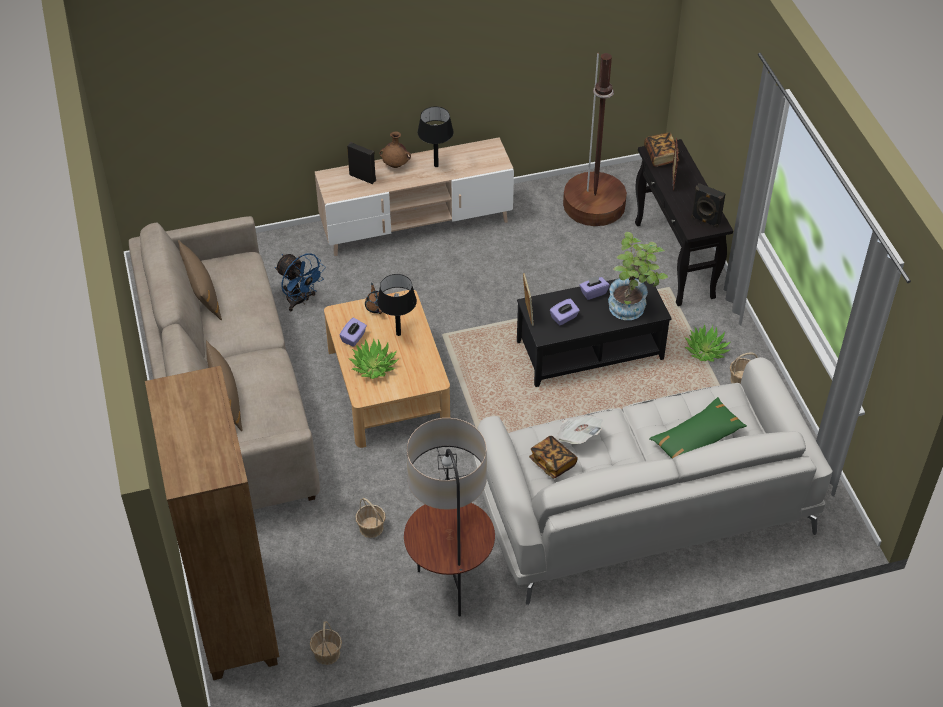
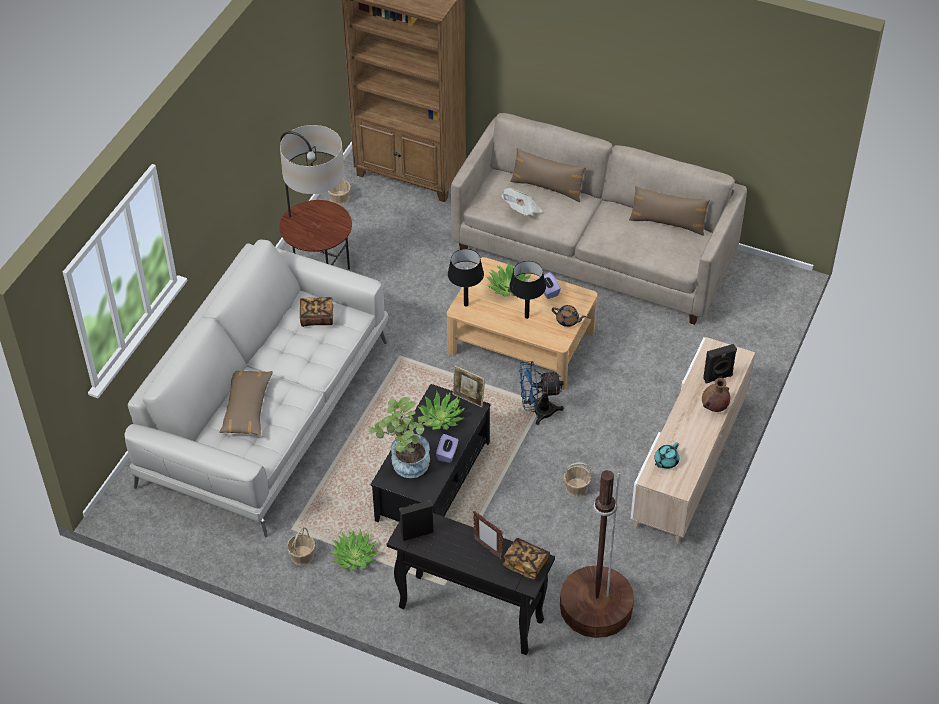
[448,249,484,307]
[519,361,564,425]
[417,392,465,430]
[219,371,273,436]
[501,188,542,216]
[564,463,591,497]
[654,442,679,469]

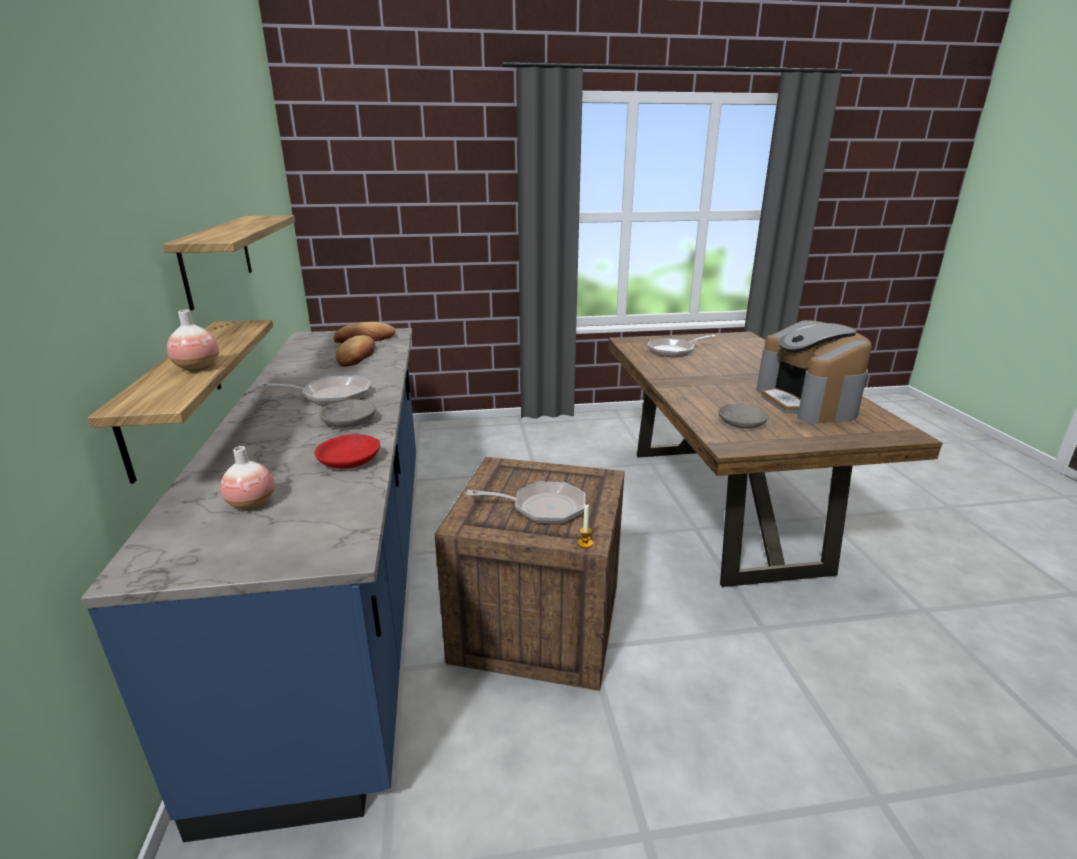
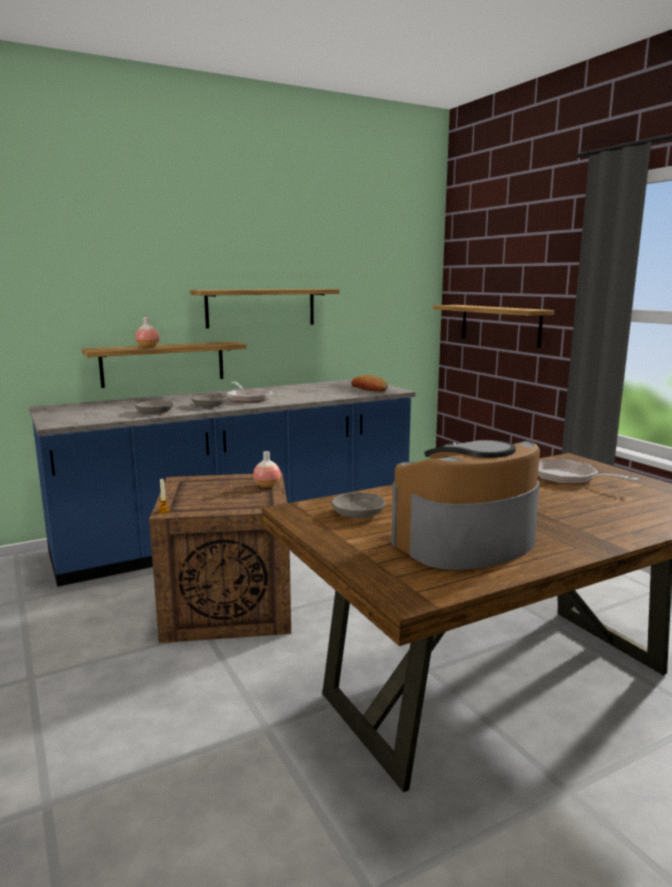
[336,335,375,366] (first image)
[135,400,174,414]
[253,451,281,488]
[466,482,586,525] (first image)
[433,305,554,348]

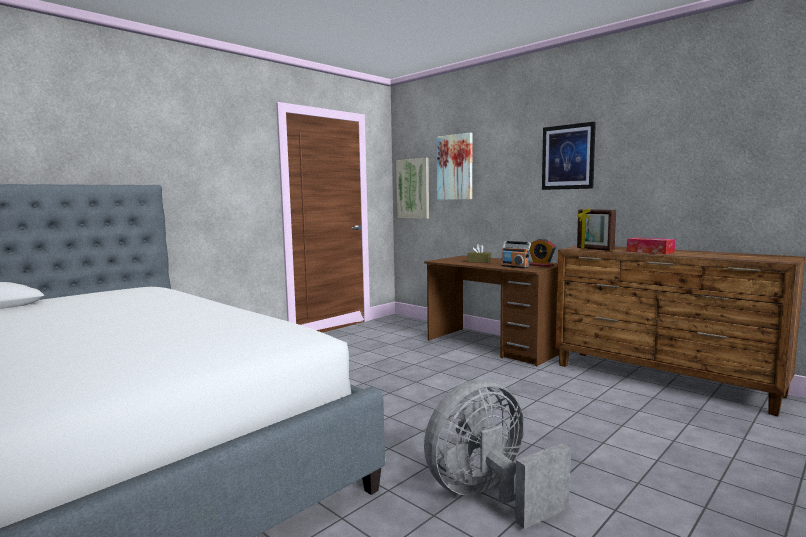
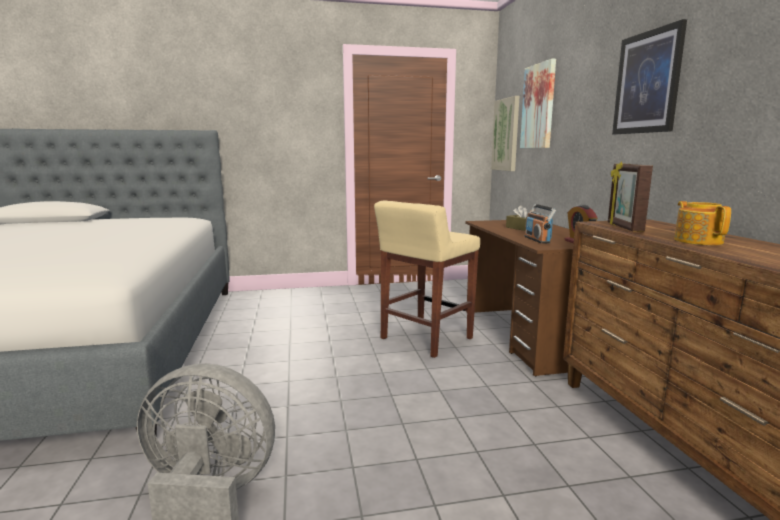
[674,201,731,245]
[374,200,480,358]

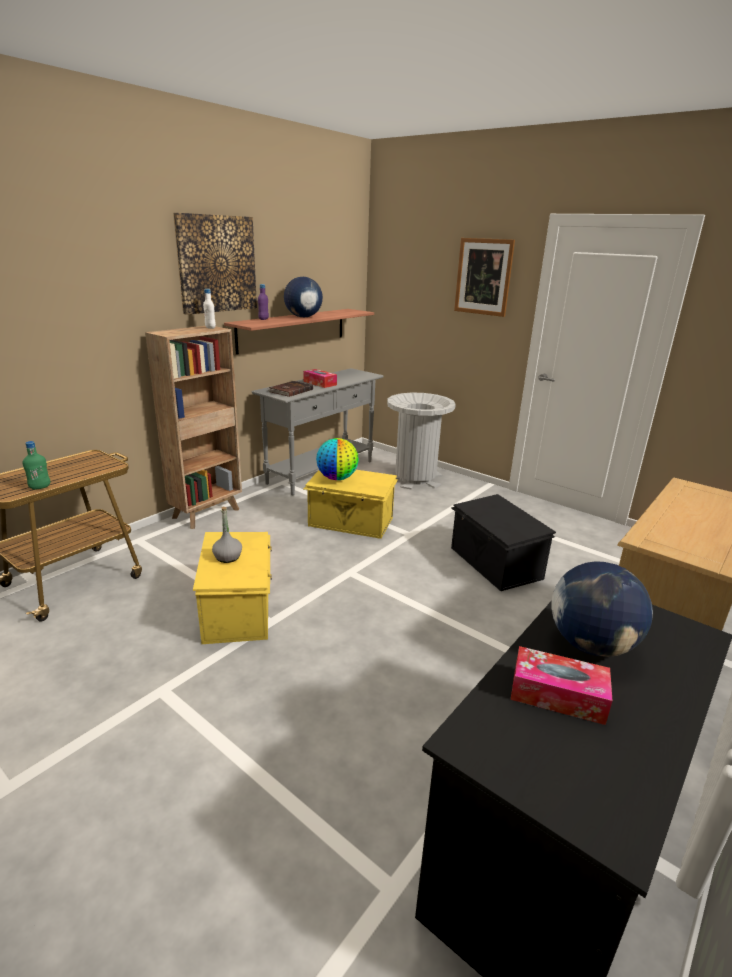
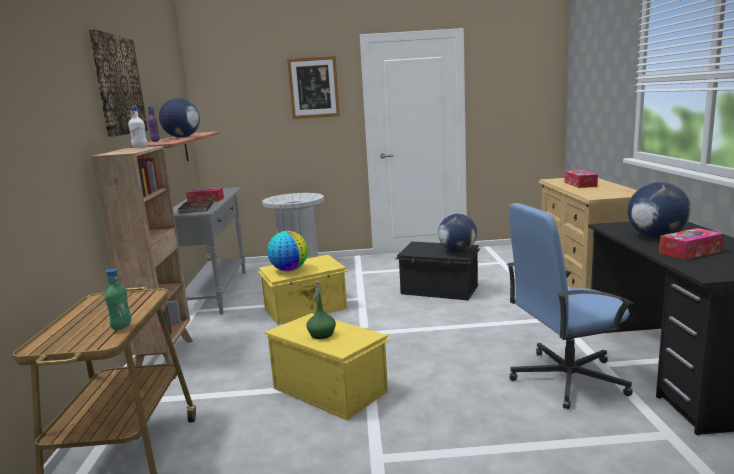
[306,281,336,339]
[564,170,598,188]
[507,203,633,409]
[438,214,477,252]

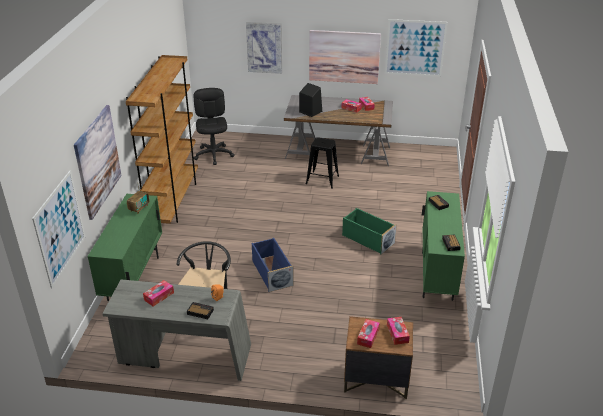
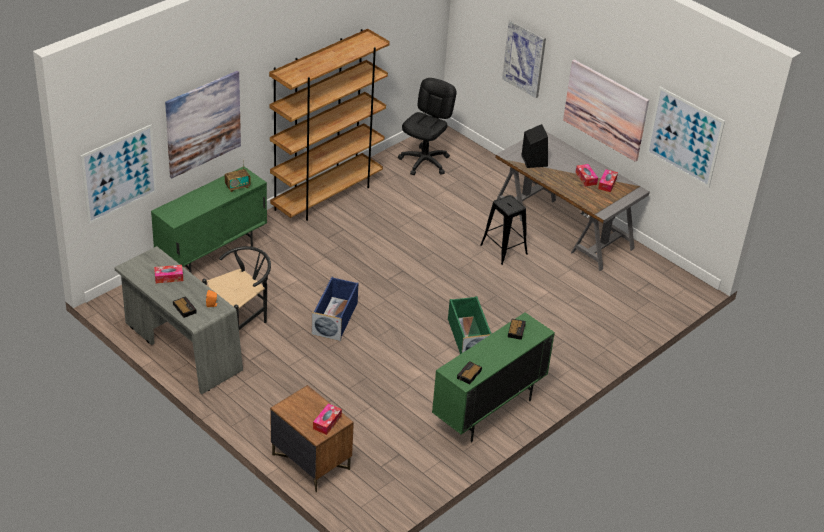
[357,319,380,348] (first image)

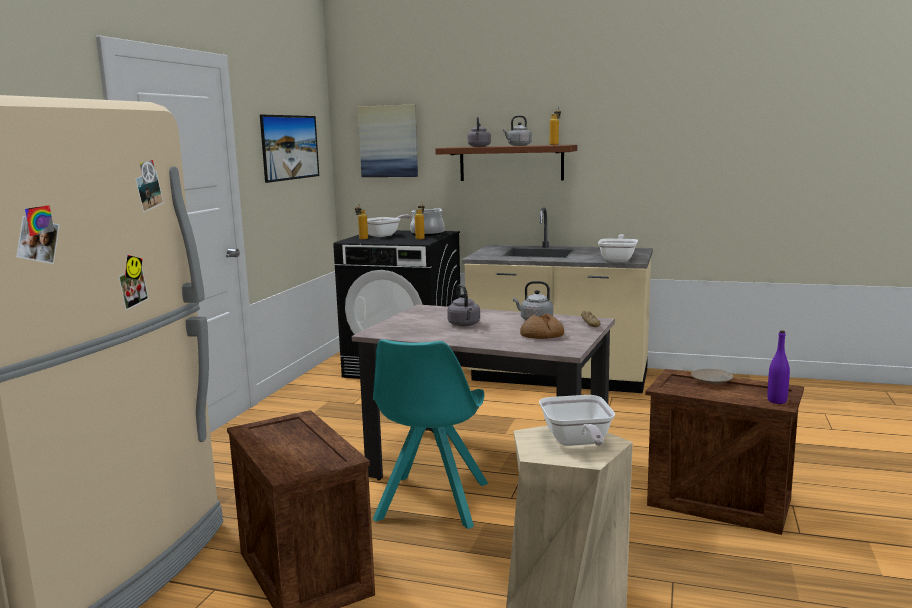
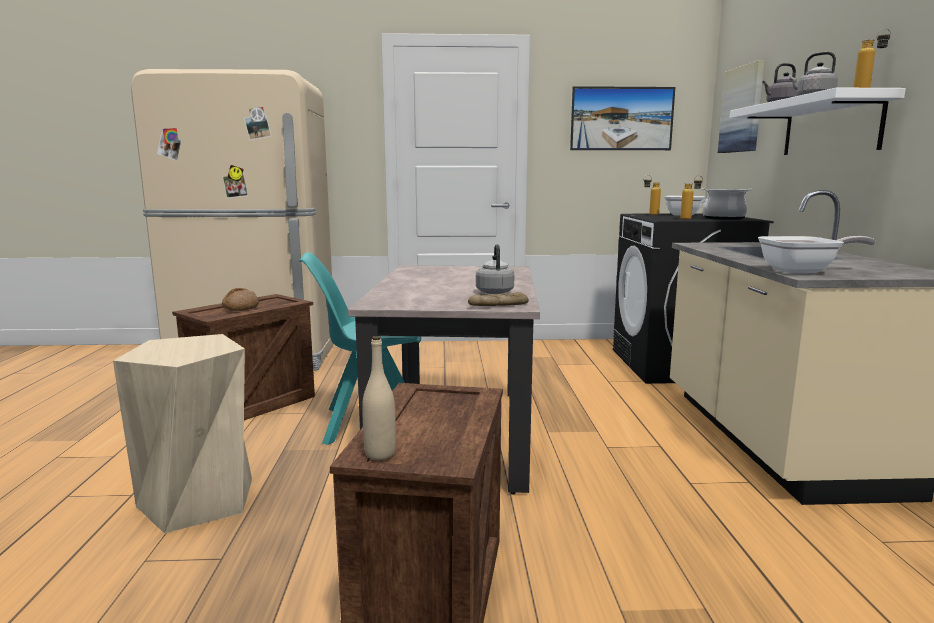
[730,87,906,155]
[447,284,480,327] (first image)
[222,288,259,311]
[362,336,396,460]
[691,369,733,384] (first image)
[539,395,615,446] (first image)

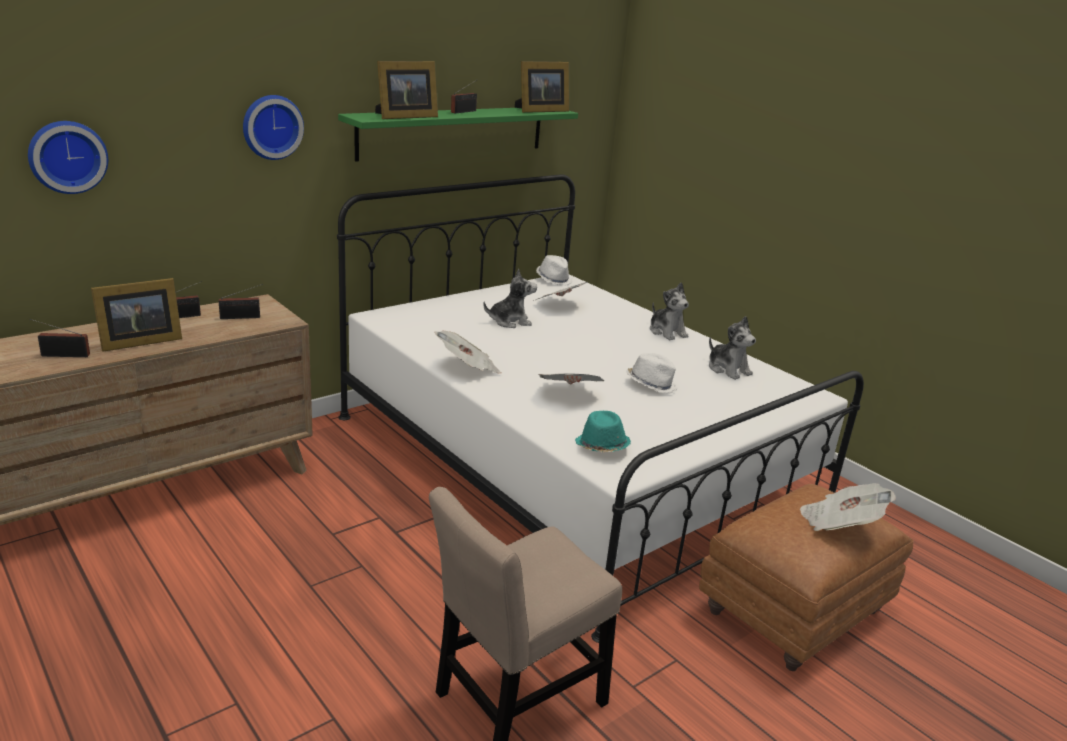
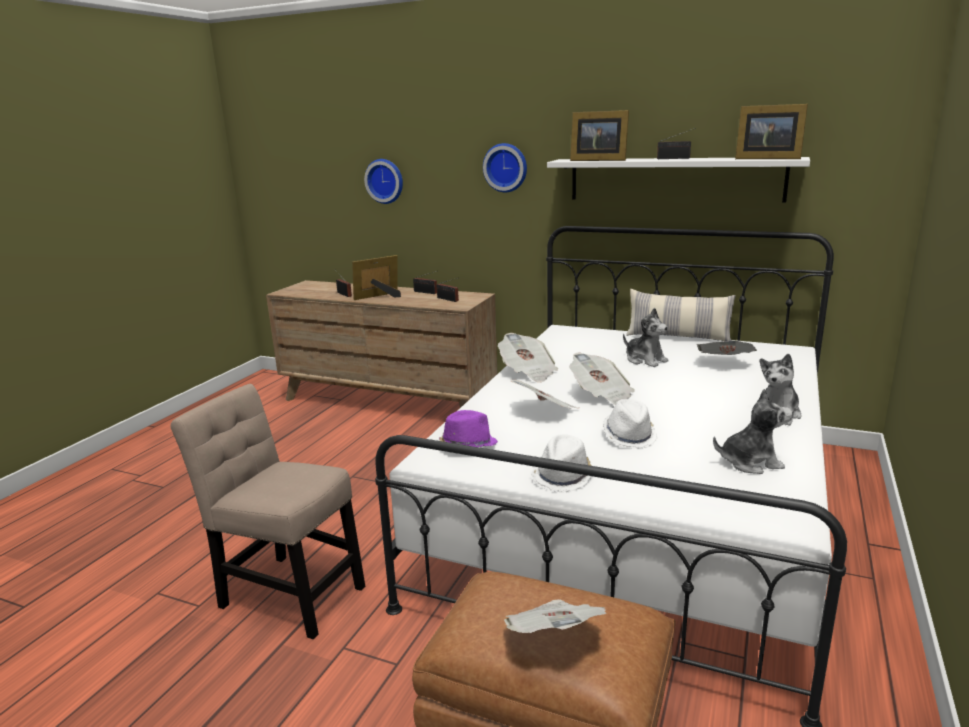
[547,157,810,202]
[531,434,592,493]
[352,255,401,300]
[713,389,793,474]
[439,410,498,447]
[626,289,735,341]
[569,353,634,405]

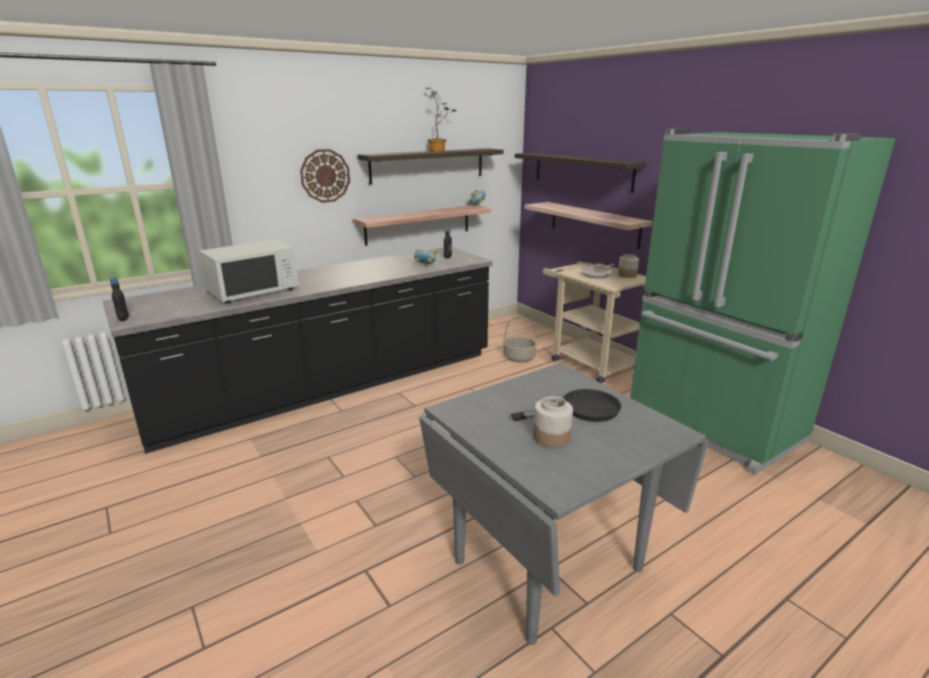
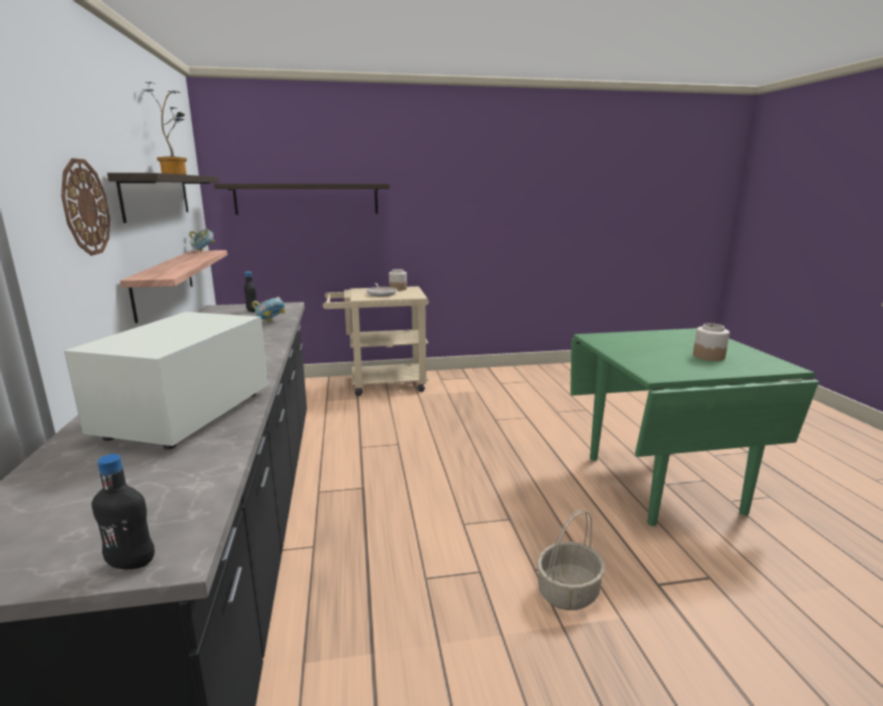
[630,128,896,475] (first image)
[524,202,652,249] (first image)
[64,312,268,449]
[537,509,605,610]
[570,328,819,526]
[511,389,622,422] (first image)

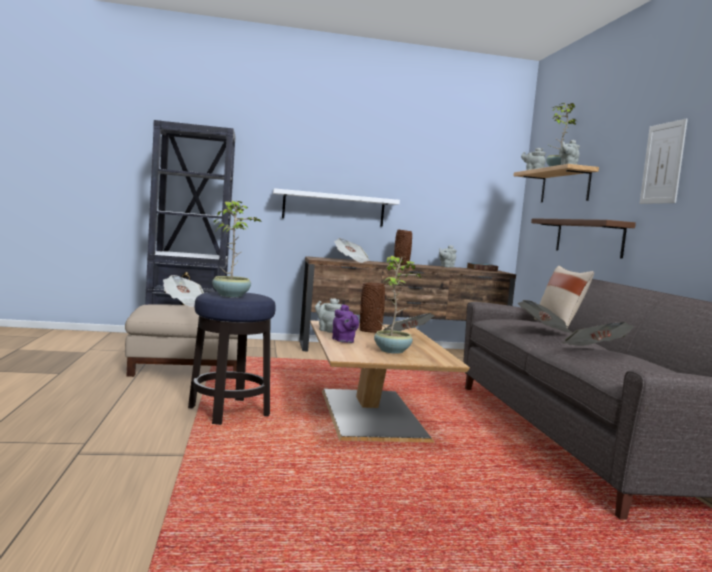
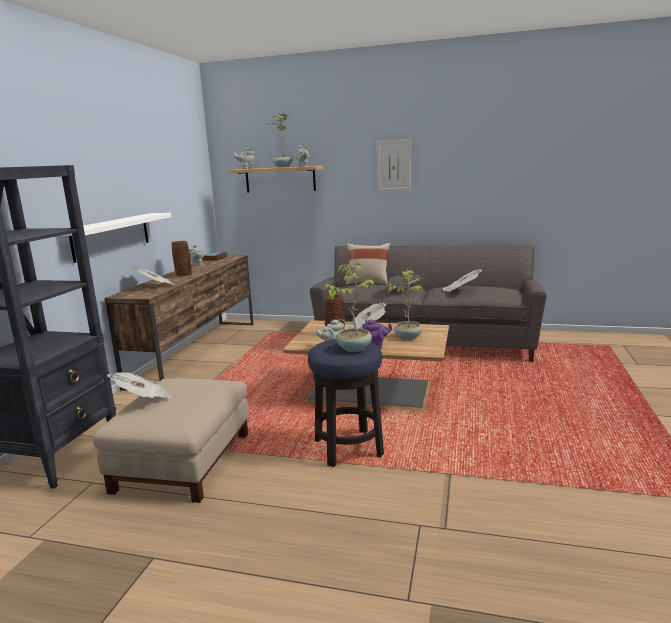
[531,218,636,259] (first image)

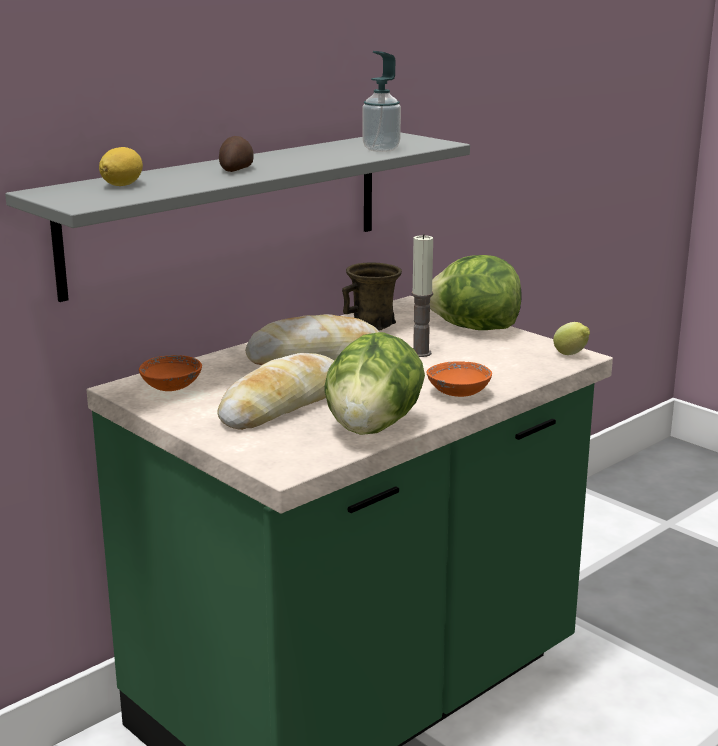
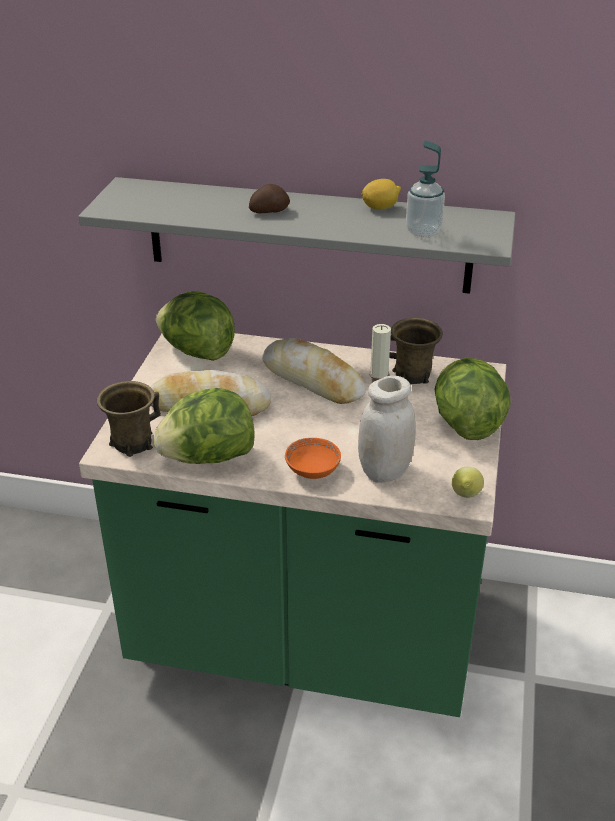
[361,179,401,210]
[156,291,235,361]
[358,375,416,483]
[97,381,161,457]

